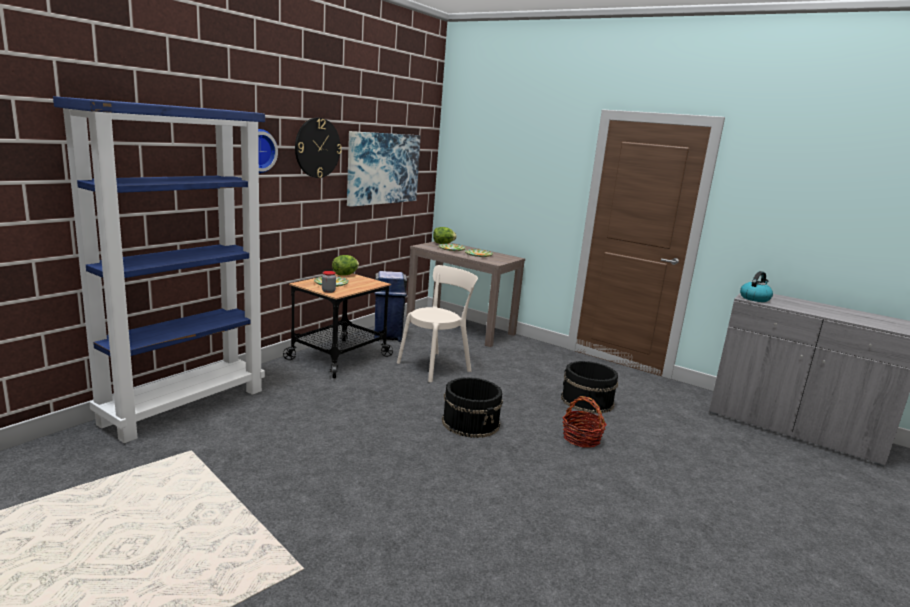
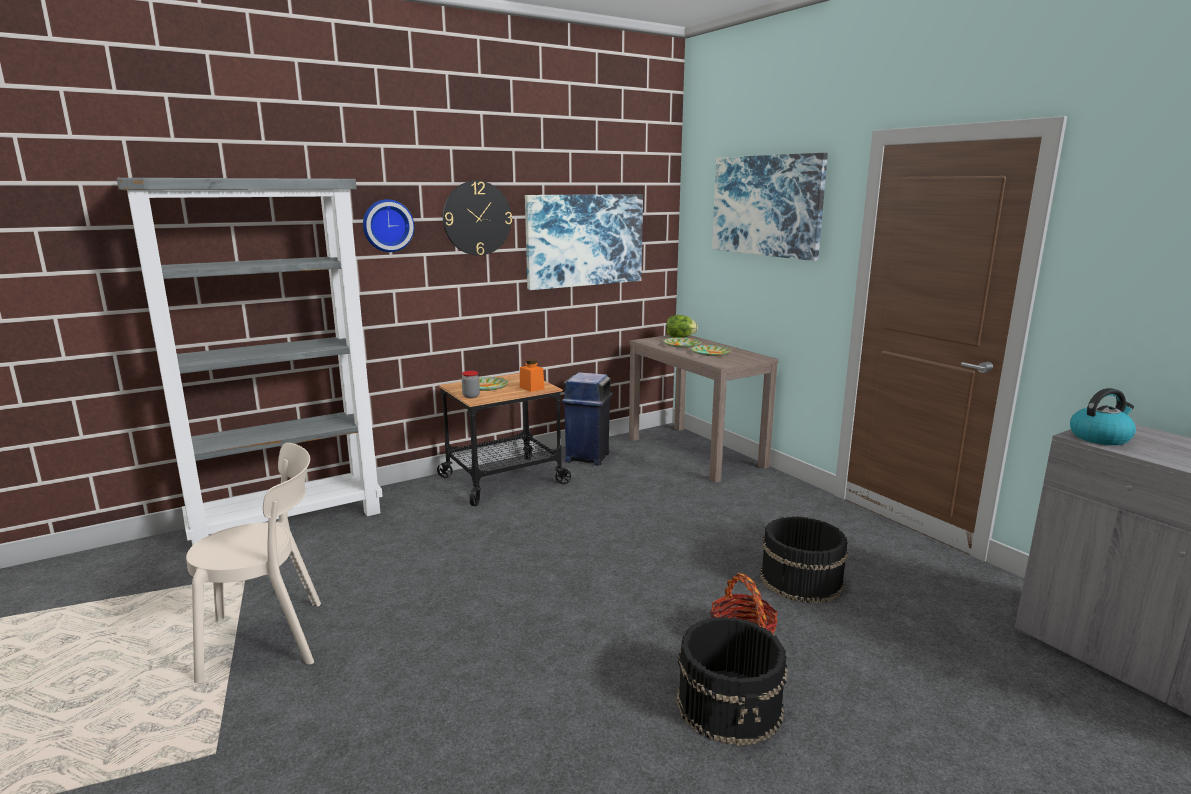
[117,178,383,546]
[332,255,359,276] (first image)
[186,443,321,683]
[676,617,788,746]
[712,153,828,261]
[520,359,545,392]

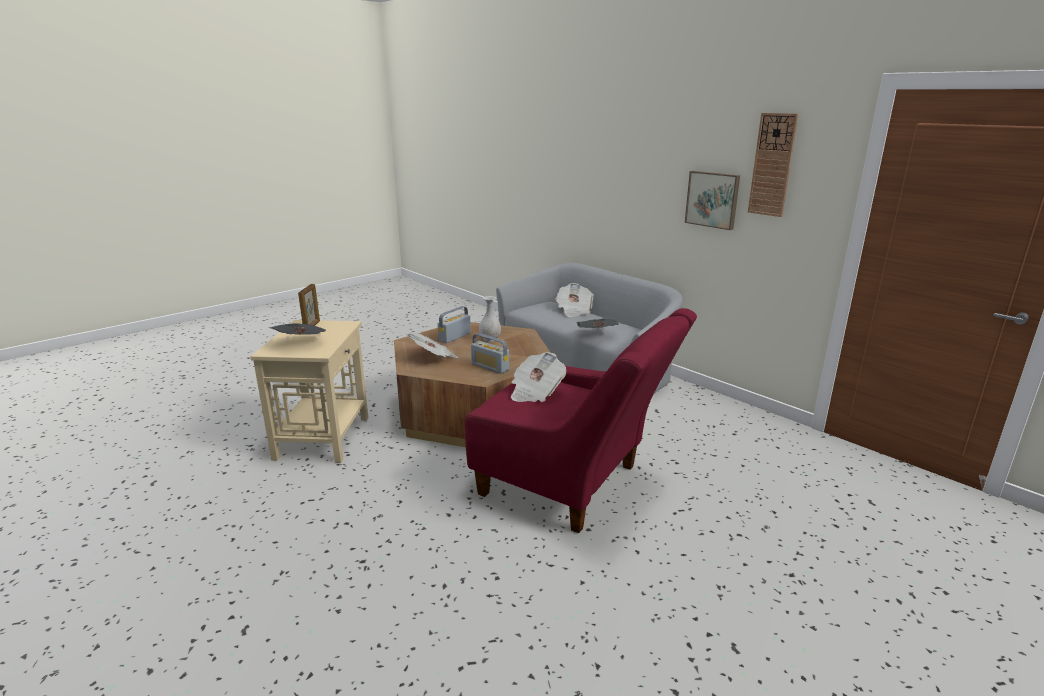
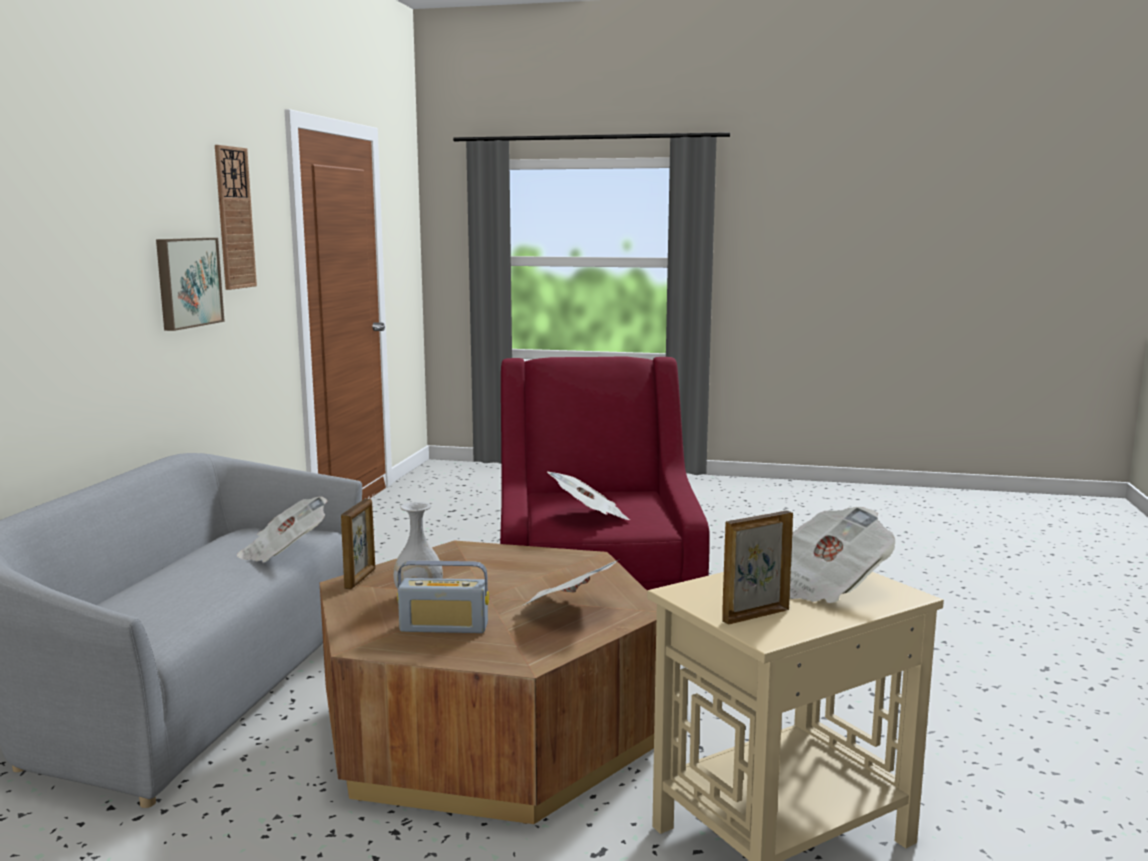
[555,283,594,317] (first image)
[471,333,509,374] (first image)
[341,499,375,589]

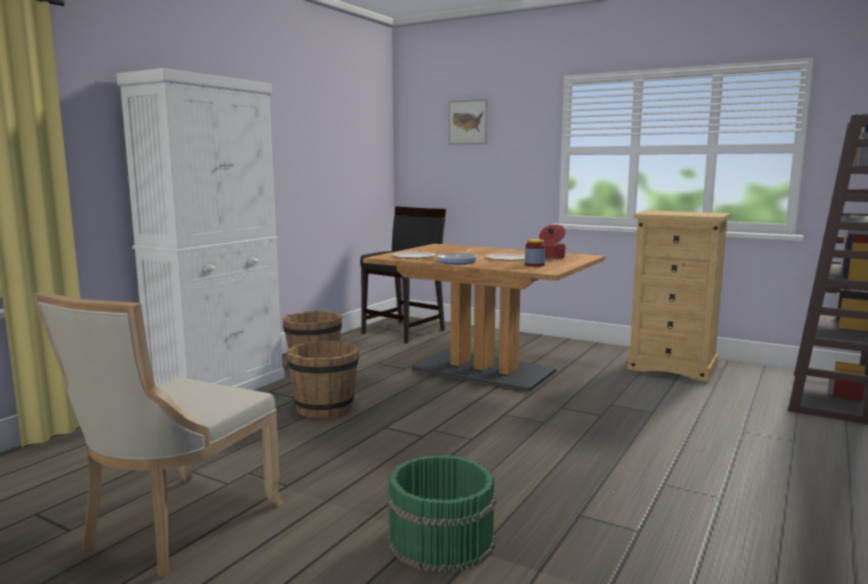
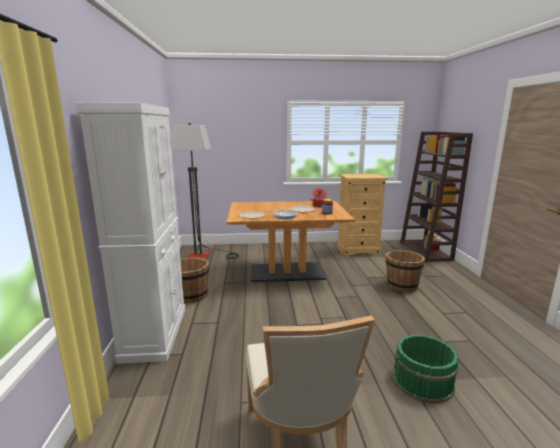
[448,99,488,145] (first image)
[170,123,239,260]
[386,250,425,292]

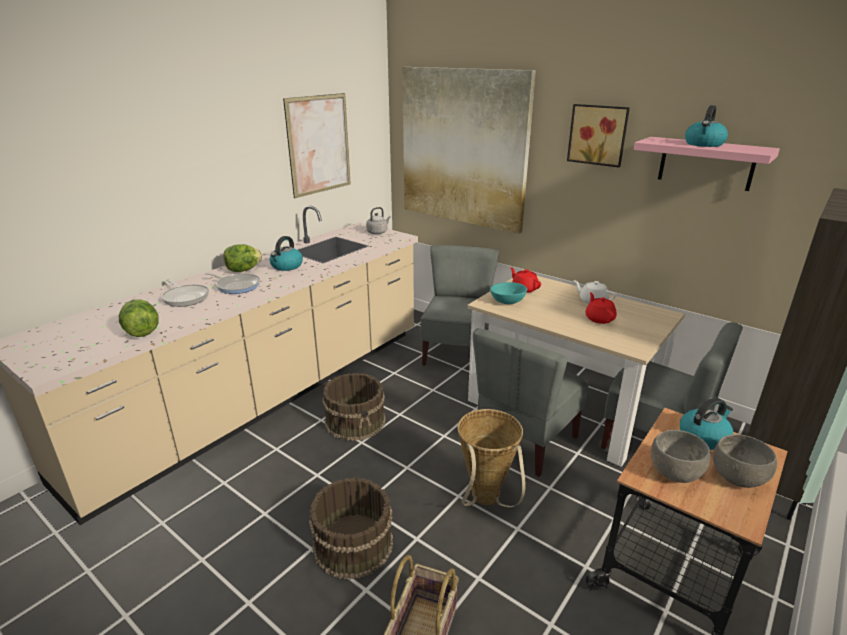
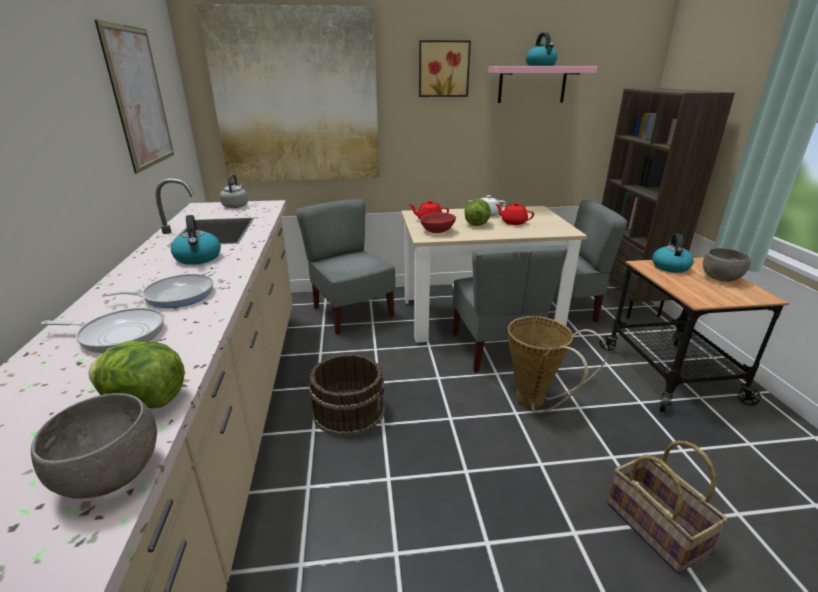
[464,199,491,226]
[420,212,456,233]
[31,393,157,498]
[309,477,393,580] (first image)

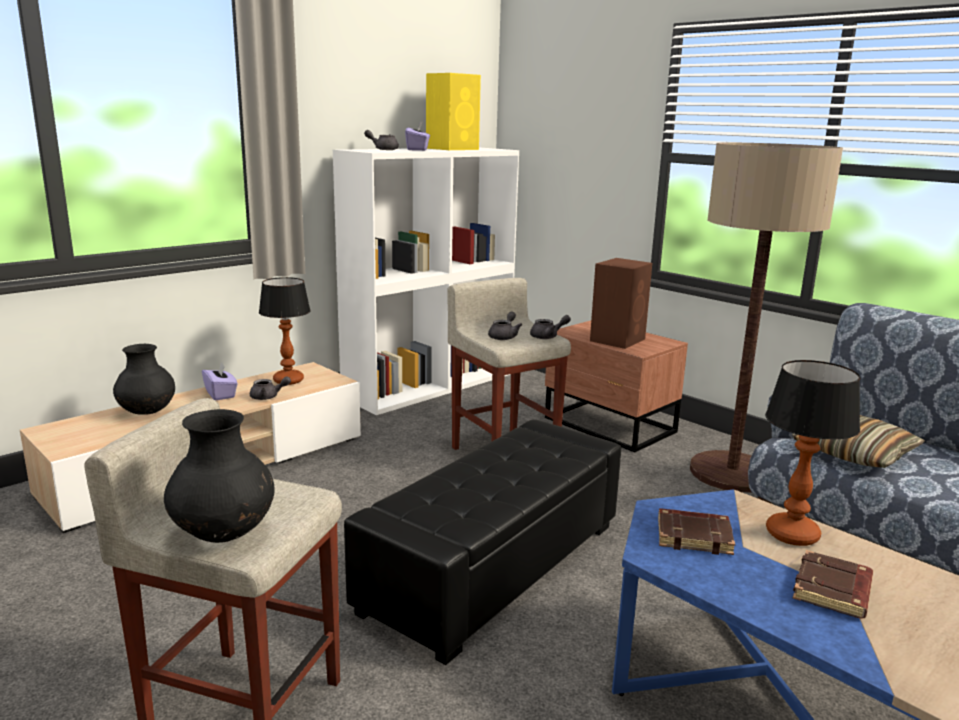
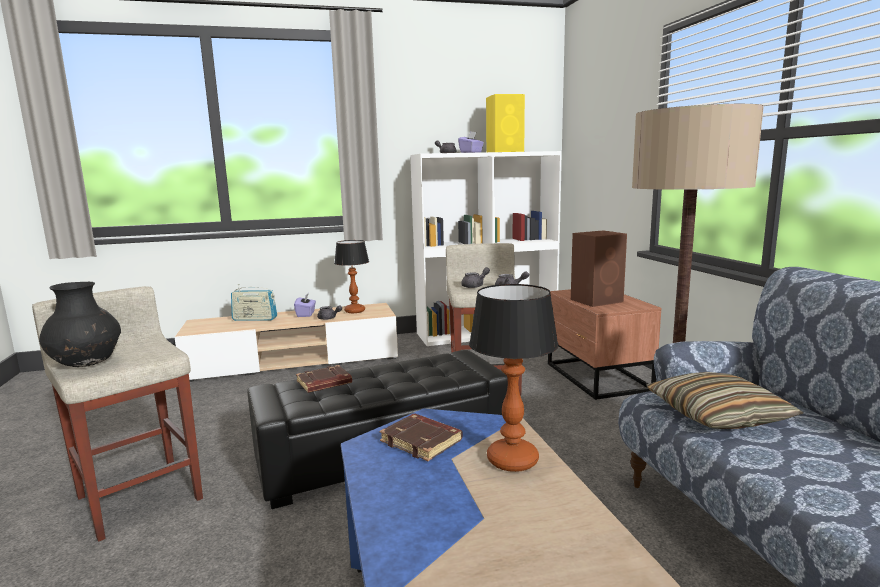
[231,284,277,321]
[296,365,352,393]

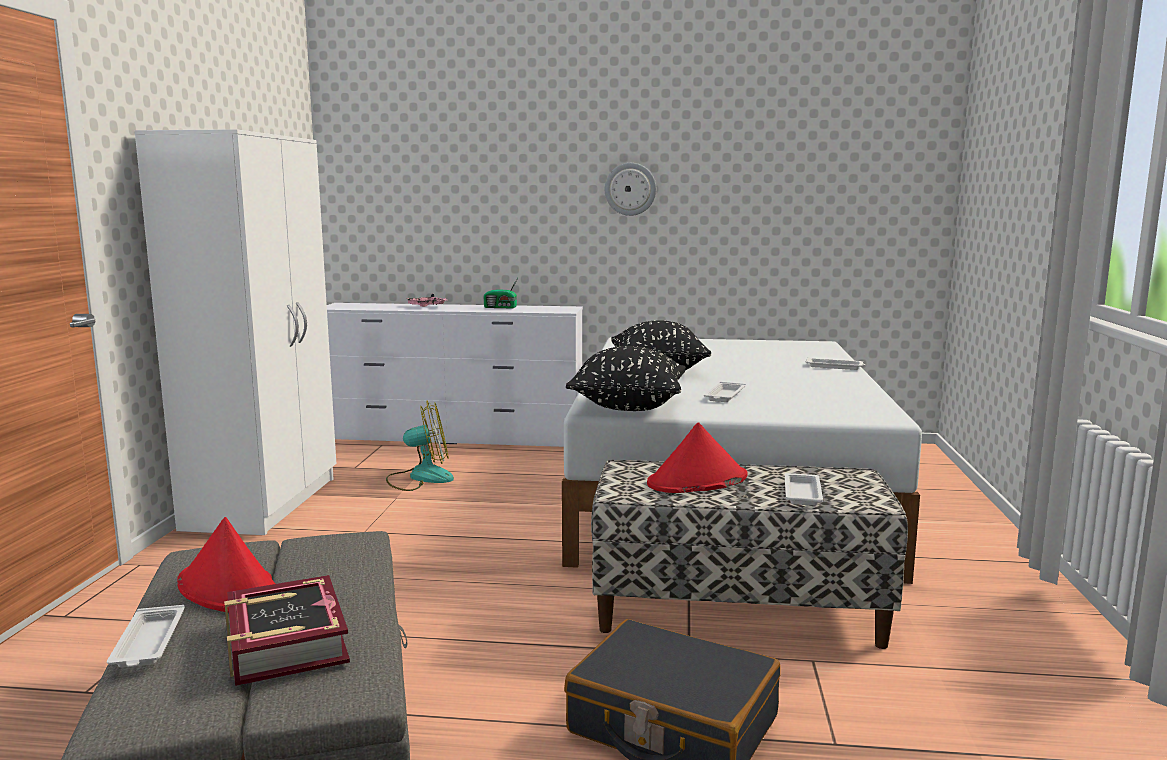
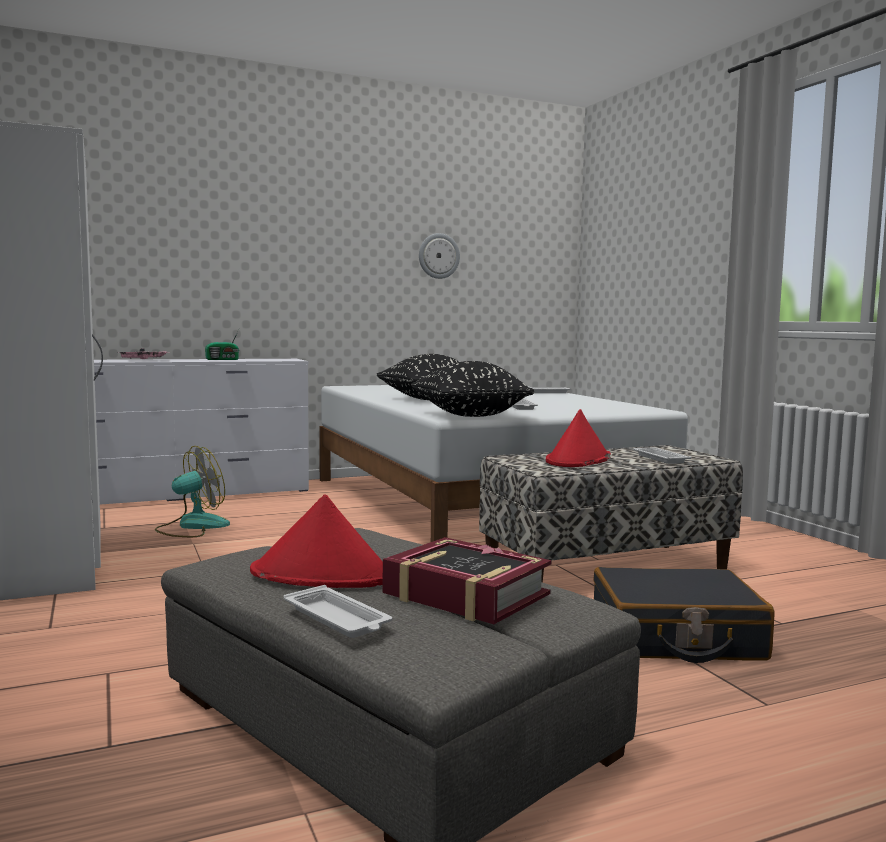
[419,233,460,279]

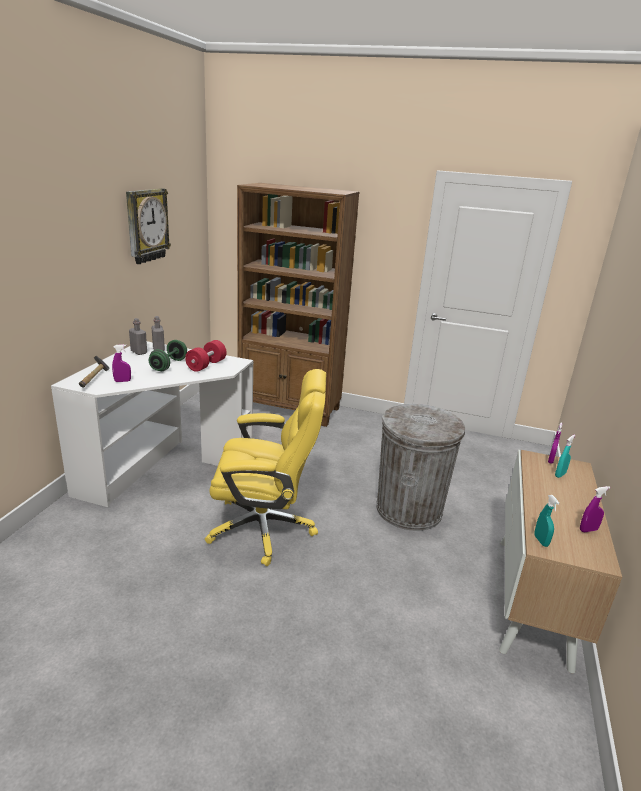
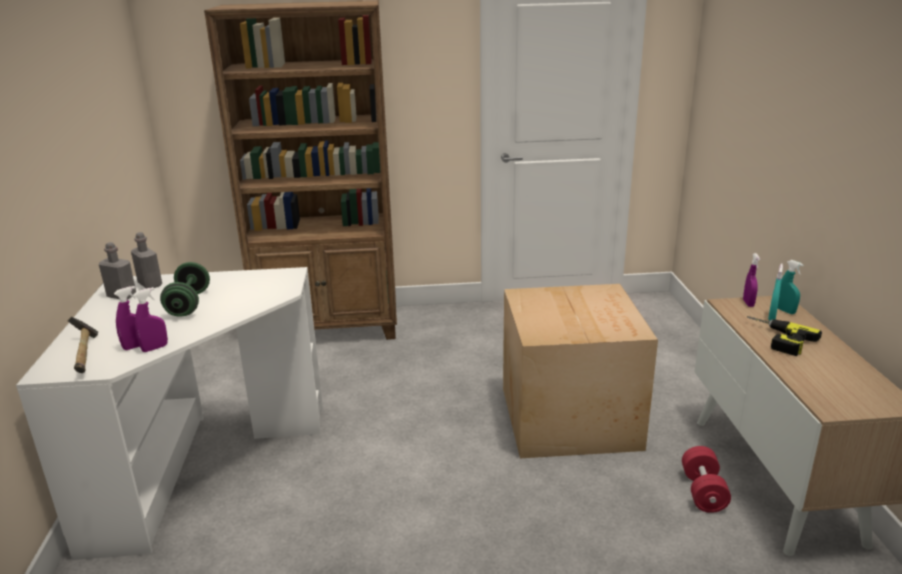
[126,188,171,264] (first image)
[682,446,731,513]
[205,369,326,566] (first image)
[503,284,658,458]
[133,287,168,352]
[777,260,804,314]
[747,316,822,356]

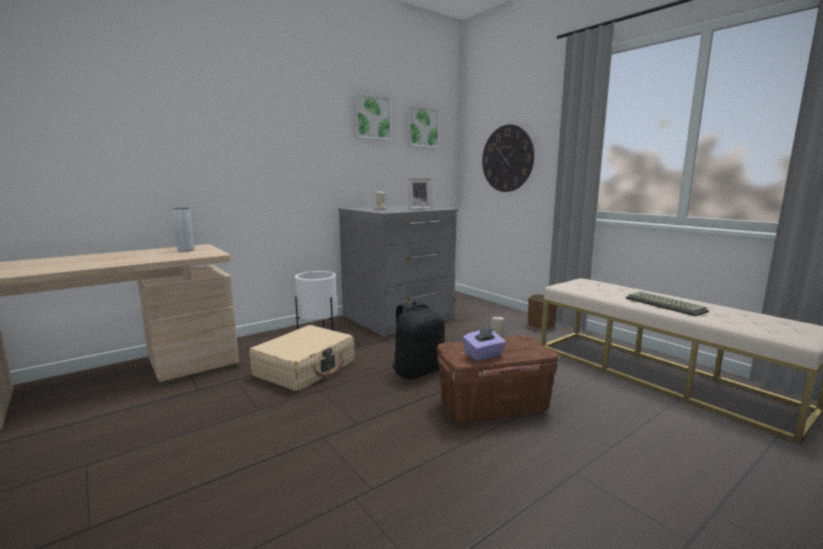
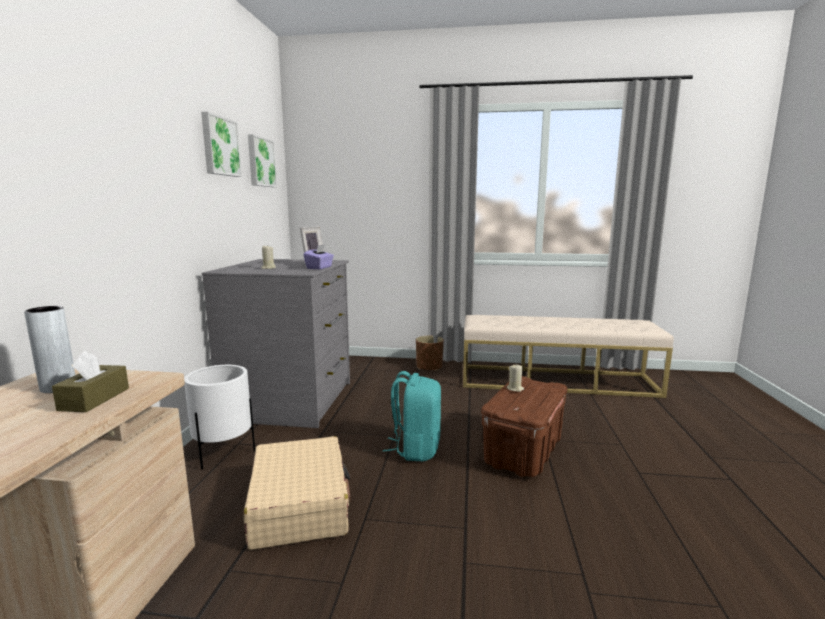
[482,124,534,192] (first image)
[626,292,709,316] (first image)
[383,371,441,462]
[303,244,334,269]
[52,351,129,412]

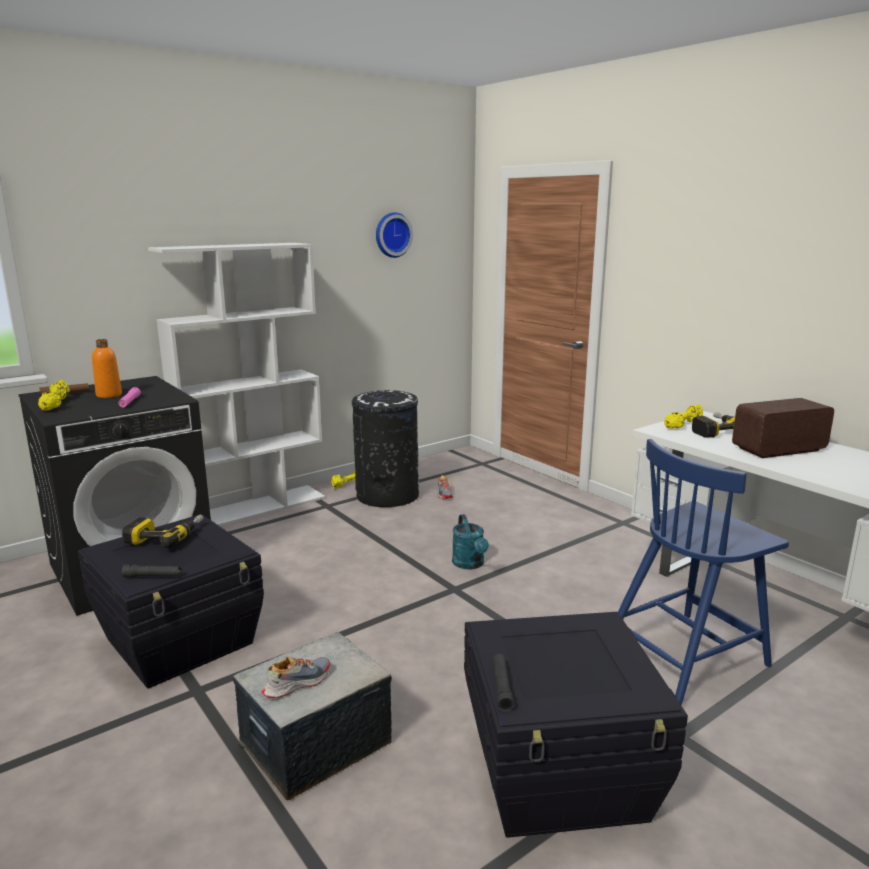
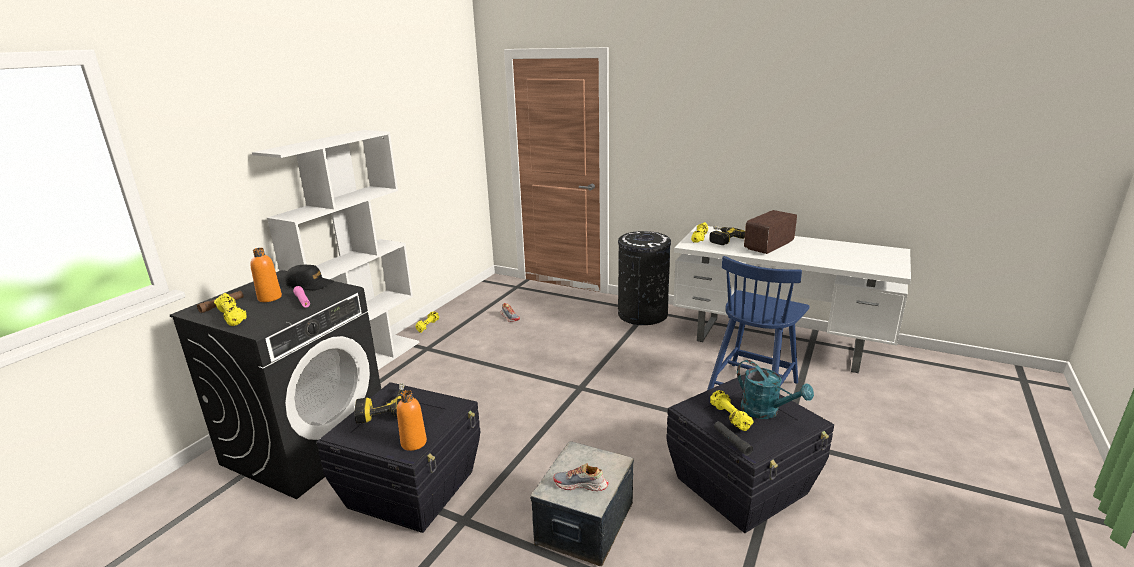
[376,212,413,258] (first image)
[616,231,671,325]
[737,360,814,419]
[397,390,427,451]
[553,463,609,491]
[285,265,334,290]
[710,390,754,431]

